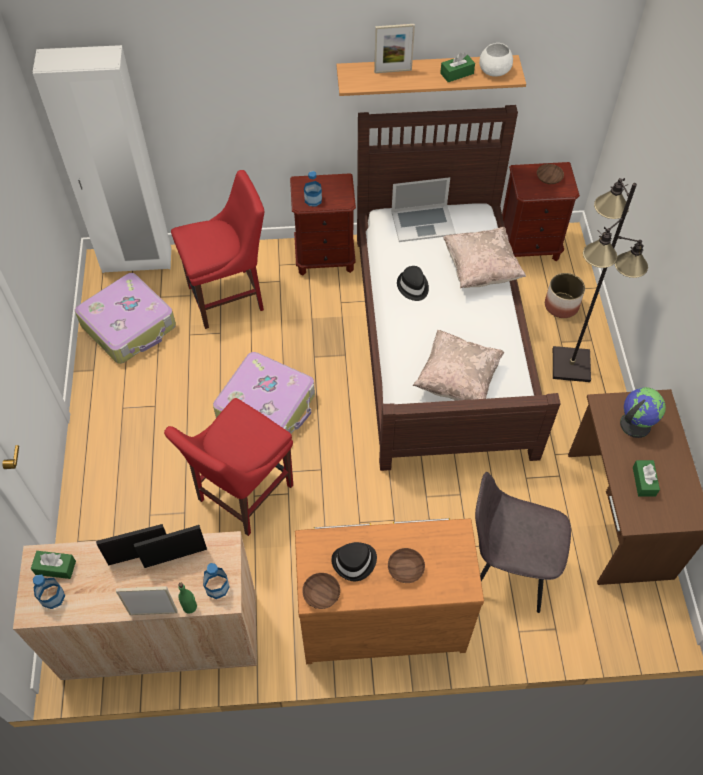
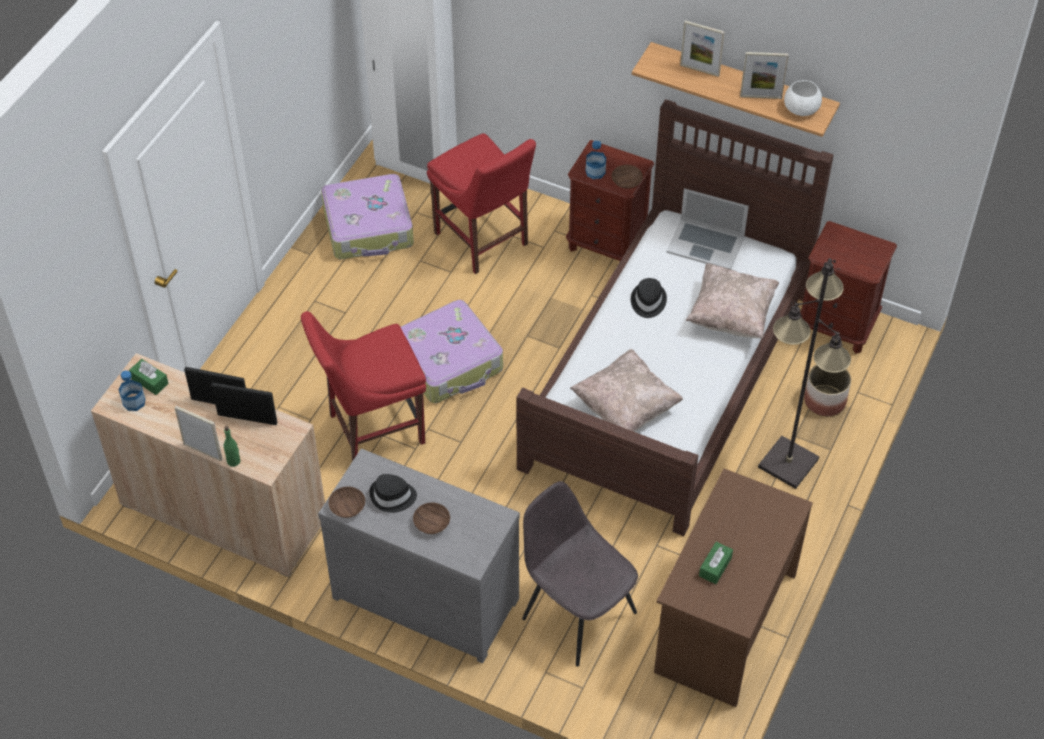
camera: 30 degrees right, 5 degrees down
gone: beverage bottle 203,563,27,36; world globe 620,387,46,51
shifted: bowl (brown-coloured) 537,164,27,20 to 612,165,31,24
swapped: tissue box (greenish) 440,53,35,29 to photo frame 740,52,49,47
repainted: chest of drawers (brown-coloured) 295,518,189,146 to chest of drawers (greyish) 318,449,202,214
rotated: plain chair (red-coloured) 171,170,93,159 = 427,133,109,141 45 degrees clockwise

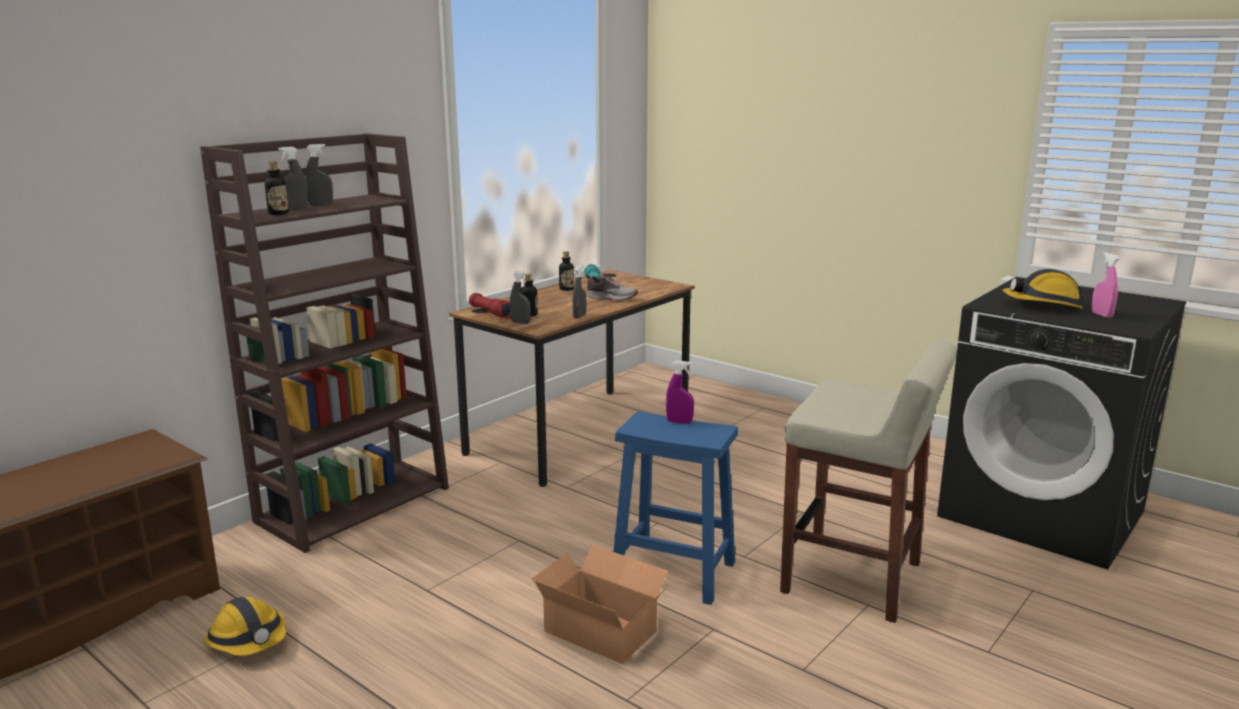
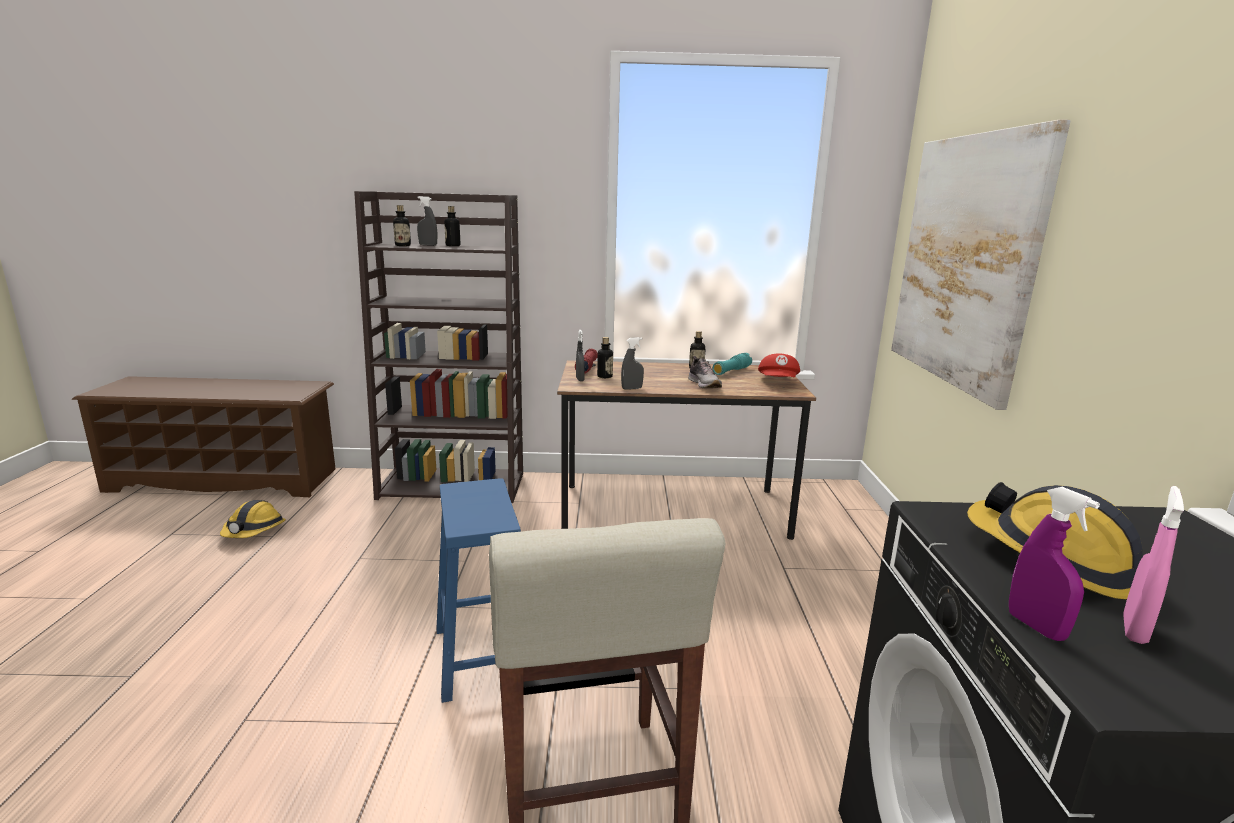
camera: 50 degrees right, 0 degrees up
gone: carton 532,545,136,119
new: peaked cap (red-coloured) 758,354,42,23; wall picture 891,119,180,291
shifted: hand sprayer (purplish) 666,361,28,63 to 1009,487,91,154
swapped: hand sprayer (greyish) 305,144,28,61 to beverage bottle 444,206,17,40

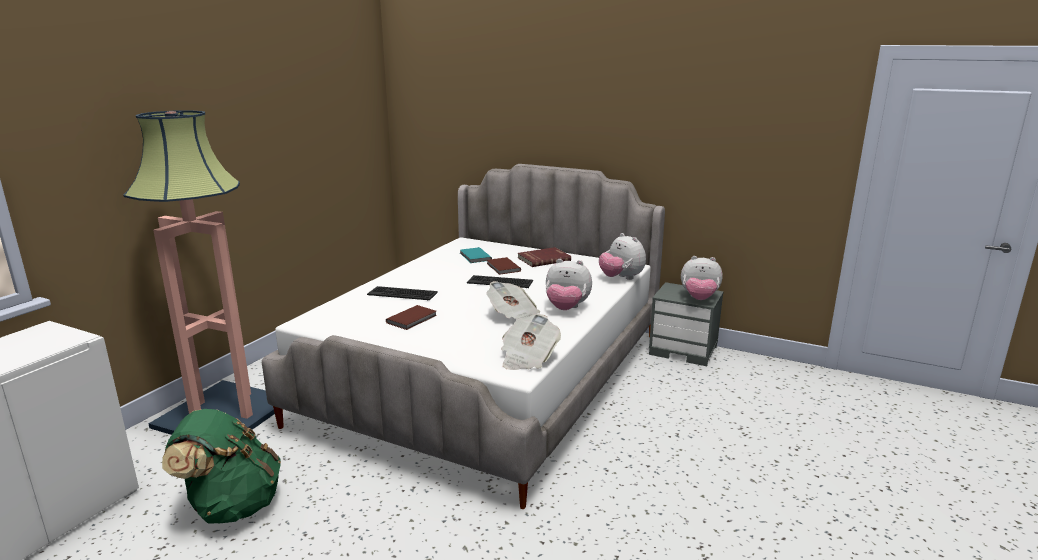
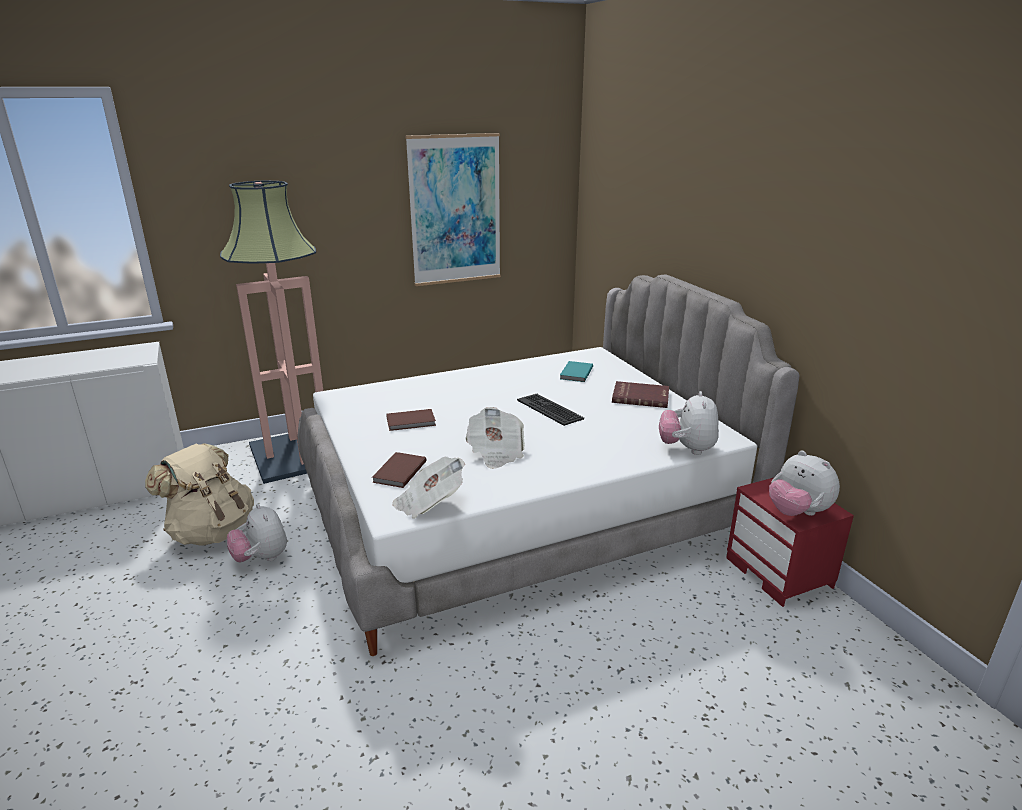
camera: 40 degrees right, 5 degrees up
gone: PC keyboard 367,286,71,14
new: wall picture 406,133,95,153
shifted: volume (brown-coloured) 487,257,34,18 to 372,452,54,36; plush toy 546,259,46,51 to 227,504,60,59
repainted: backpack (greenish) 162,409,119,115 to backpack (sand-coloured) 145,443,109,103; night table (greyish) 649,282,75,84 to night table (red-coloured) 726,478,128,129

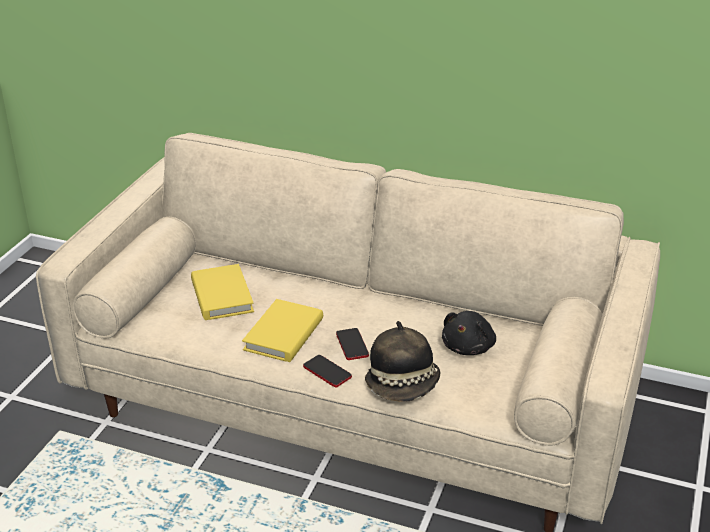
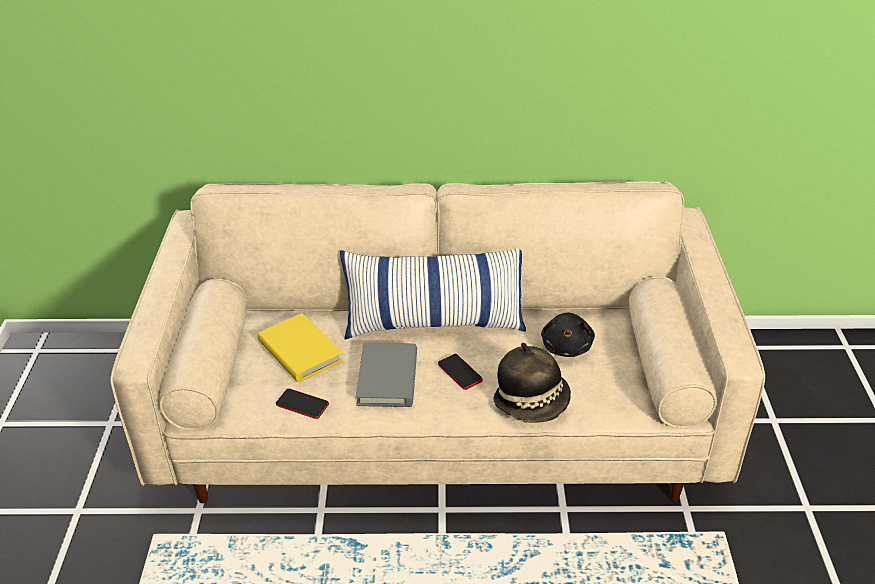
camera: 20 degrees left, 5 degrees up
new: cushion 340,249,186,90
shifted: phone 303,355,49,32 to 276,389,53,30
repainted: volume (yellow) 242,299,81,63 to volume (greyish) 356,342,61,65

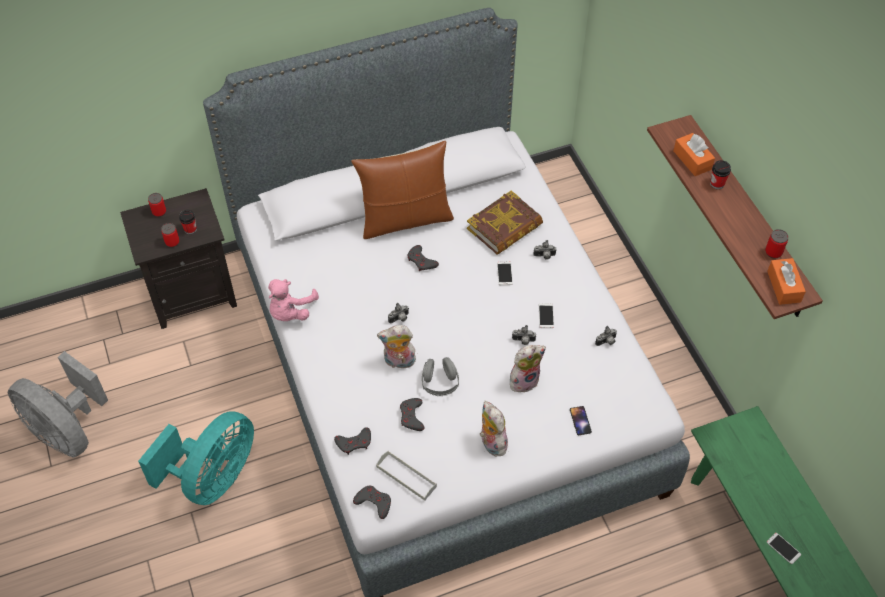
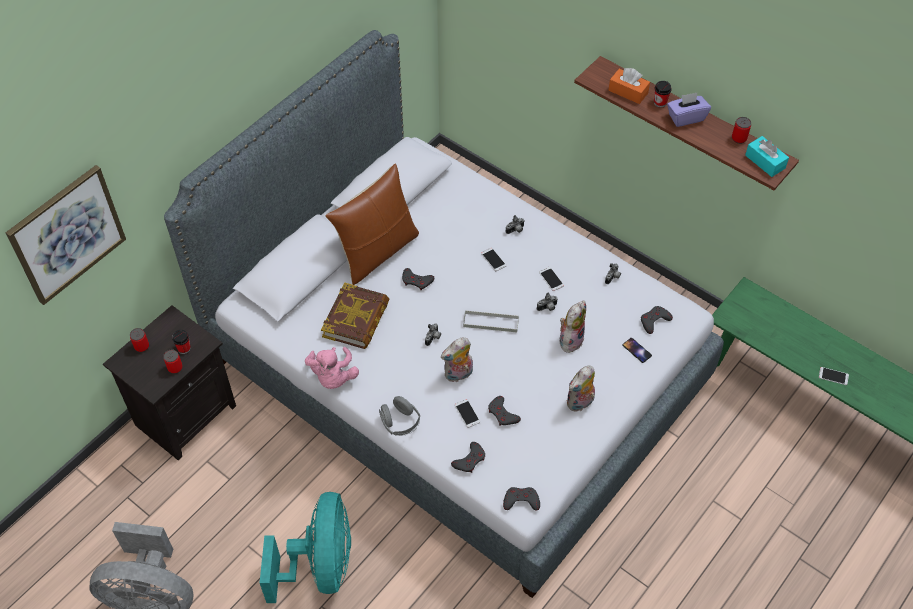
camera: 30 degrees left, 0 degrees up
new: wall picture 6,165,120,140; phone 455,399,25,29; joypad (greyish) 641,306,32,28; tissue box (purplish) 667,93,44,34
shifted: tray (greyish) 376,451,61,50 to 463,310,56,22; headphones (greyish) 422,357,37,39 to 379,396,41,40; volume 467,190,76,65 to 321,283,68,66
repainted: tissue box (orange-coloured) 767,258,39,47 to tissue box (turquoise-coloured) 745,136,44,41
rotated: plush toy 480,401,28,55 = 567,366,28,46 75 degrees counterclockwise

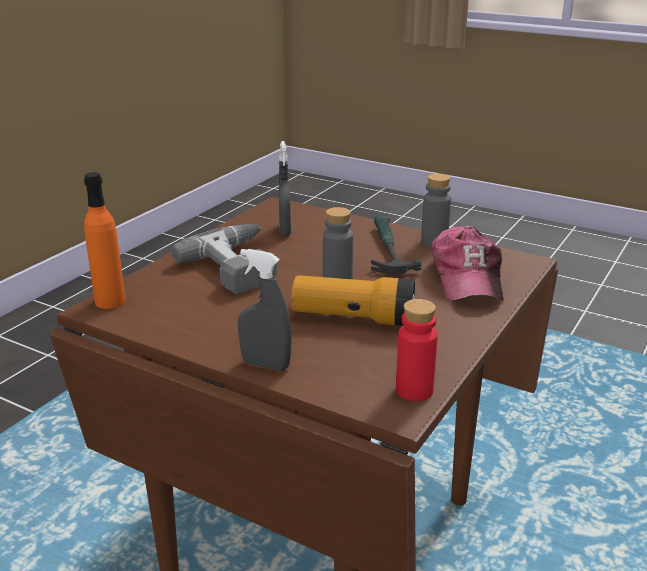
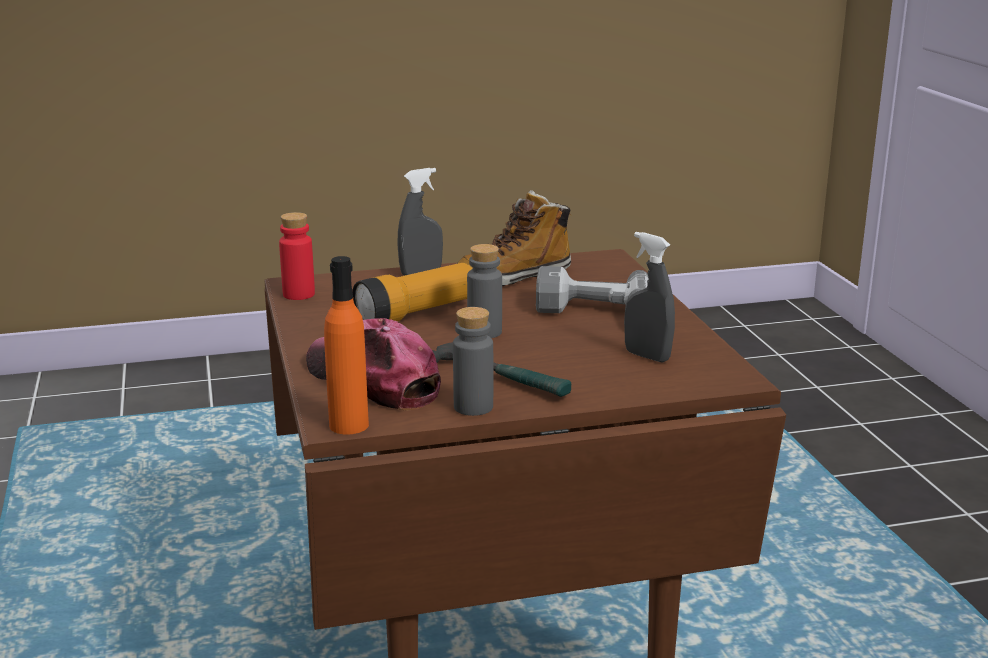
camera: 135 degrees right, 5 degrees down
new: high-top boot 456,190,115,96
shifted: beverage bottle (orange-coloured) 84,172,41,137 to 324,256,45,179

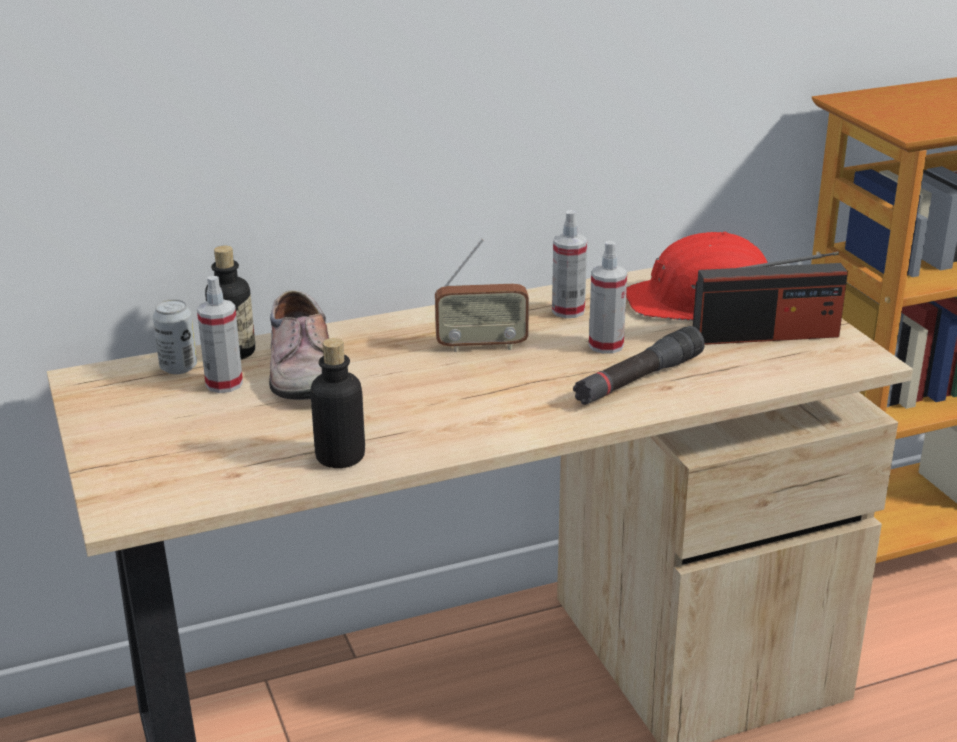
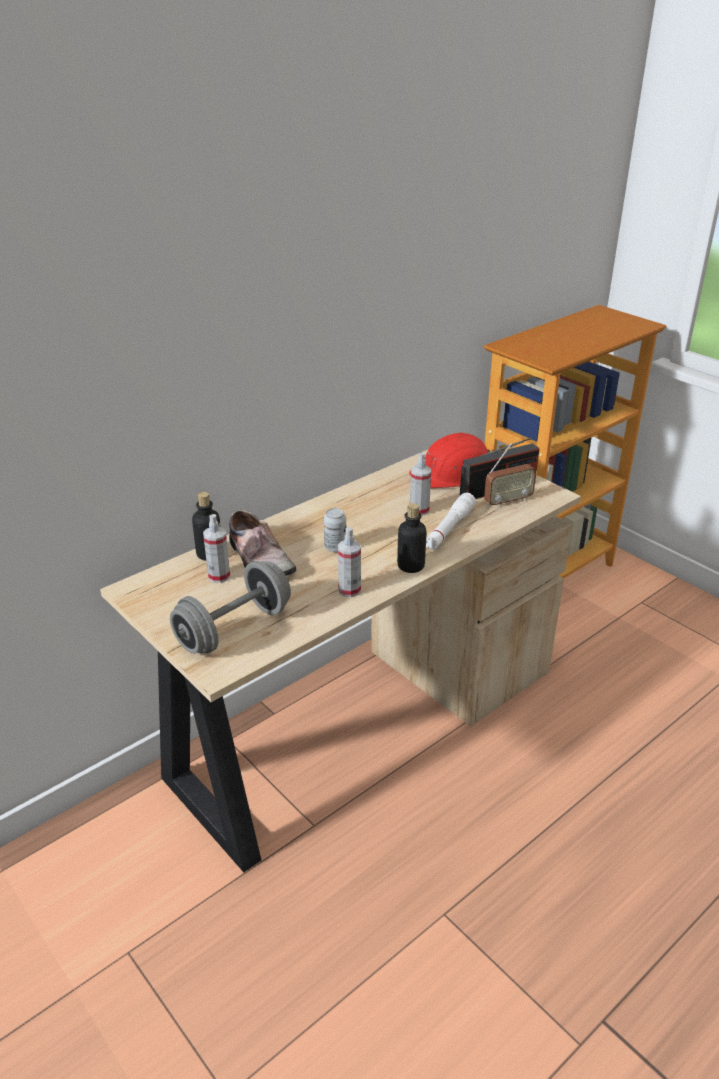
camera: 20 degrees left, 5 degrees up
new: dumbbell (greyish) 170,561,121,93
shifted: can 153,299,44,75 to 324,508,22,44; beverage bottle 310,338,55,130 to 397,503,30,70; radio receiver 435,239,94,113 to 484,442,52,66; hand sprayer 552,210,35,108 to 338,527,23,70
repainted: torch (blackish) 573,326,132,79 to torch (whitish) 426,493,50,57

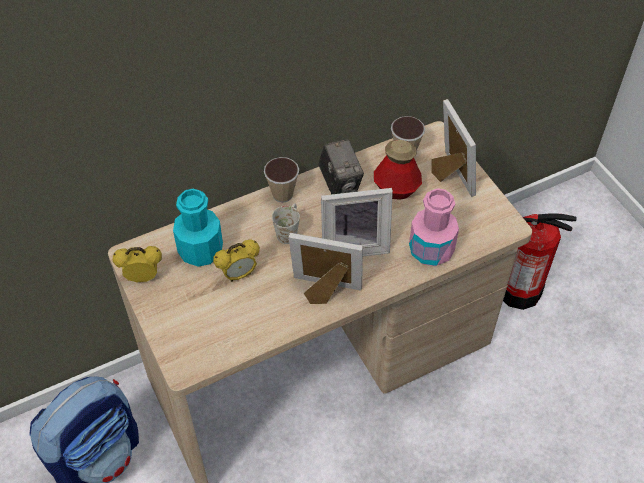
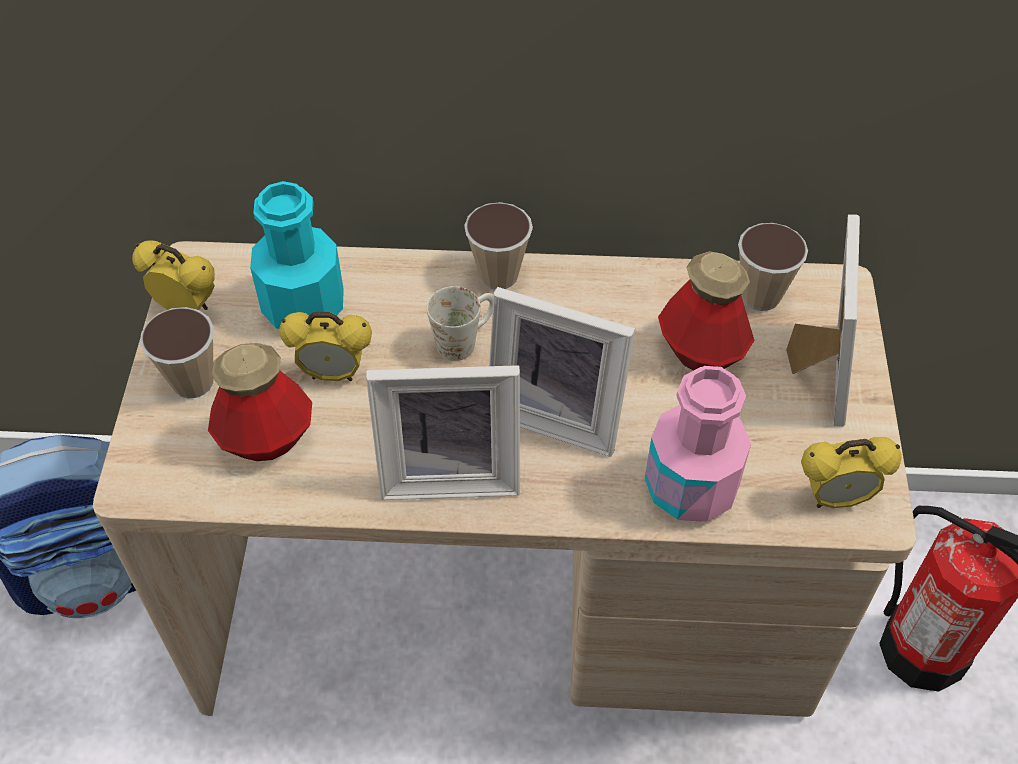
camera: 30 degrees right, 0 degrees up
gone: still camera 318,139,46,56
new: cup 140,307,74,92; beverage bottle 208,343,104,118; bedside clock 801,437,101,71
rotated: photo frame 289,233,74,71 = 366,365,154,135 135 degrees clockwise

